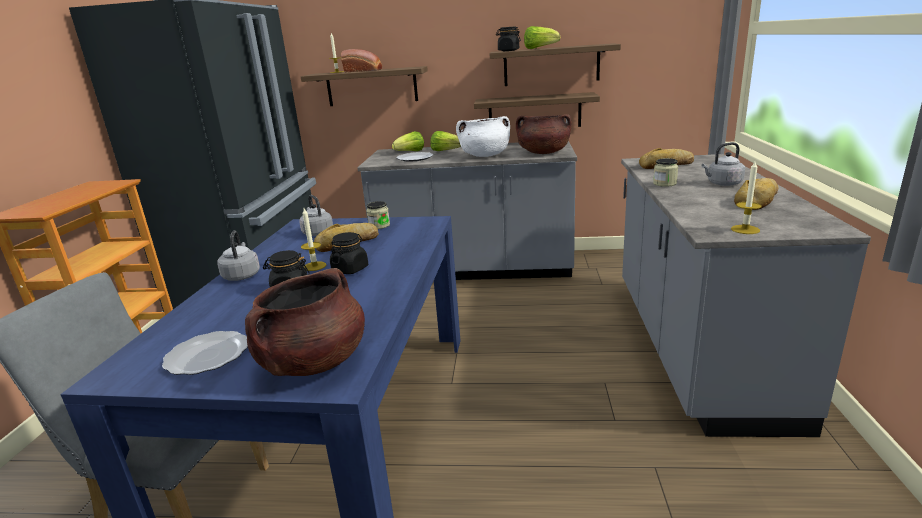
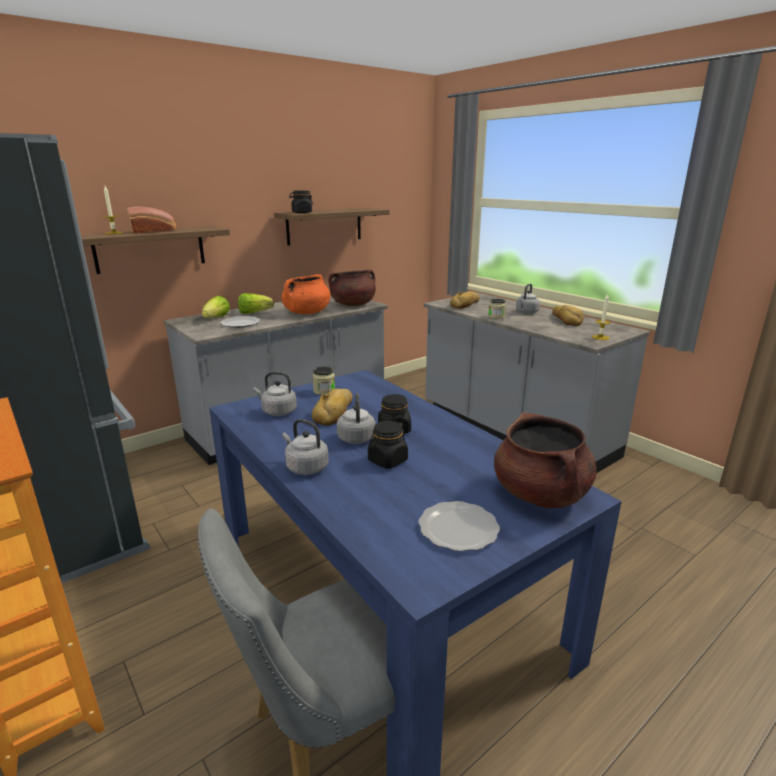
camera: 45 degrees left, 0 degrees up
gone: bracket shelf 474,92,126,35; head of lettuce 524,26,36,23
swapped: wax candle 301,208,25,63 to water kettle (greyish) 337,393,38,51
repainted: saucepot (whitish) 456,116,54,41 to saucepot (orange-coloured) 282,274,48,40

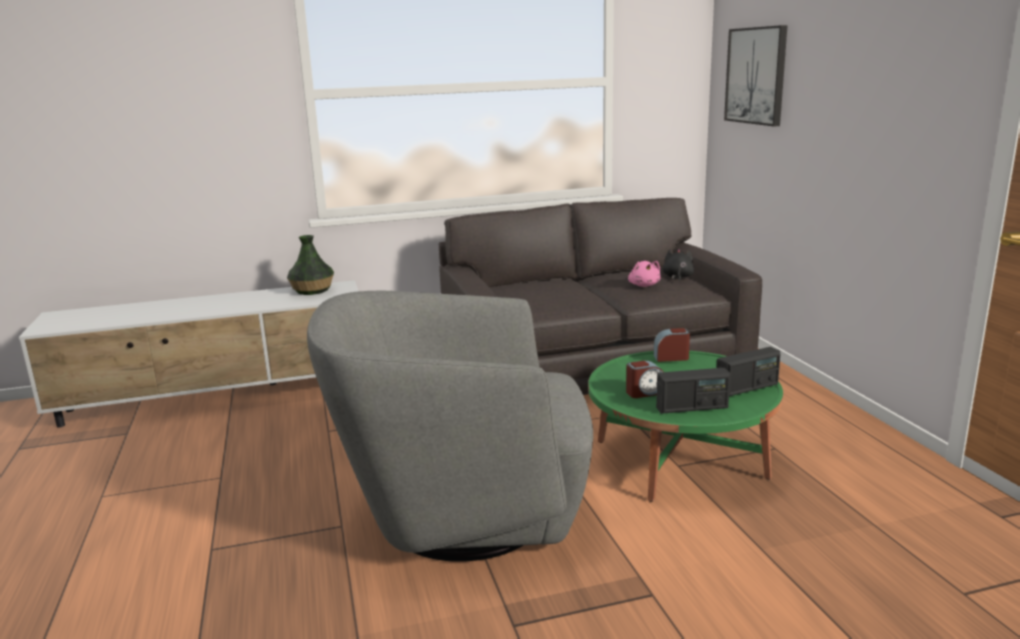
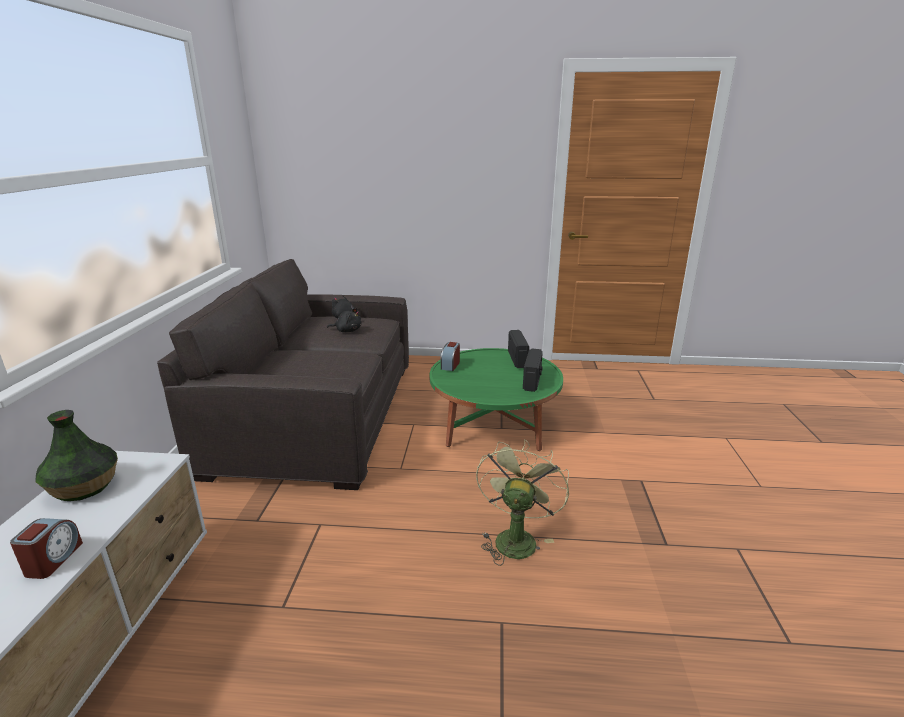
camera: 70 degrees left, 5 degrees up
gone: wall picture 724,25,64,102
shifted: bedside clock 626,360,38,38 to 10,518,73,61
swapped: lounge chair (greyish) 307,291,286,271 to cooling fan (greenish) 476,439,93,127
repainted: plush toy (pink-coloured) 628,261,33,26 to plush toy (blackish) 327,308,34,24

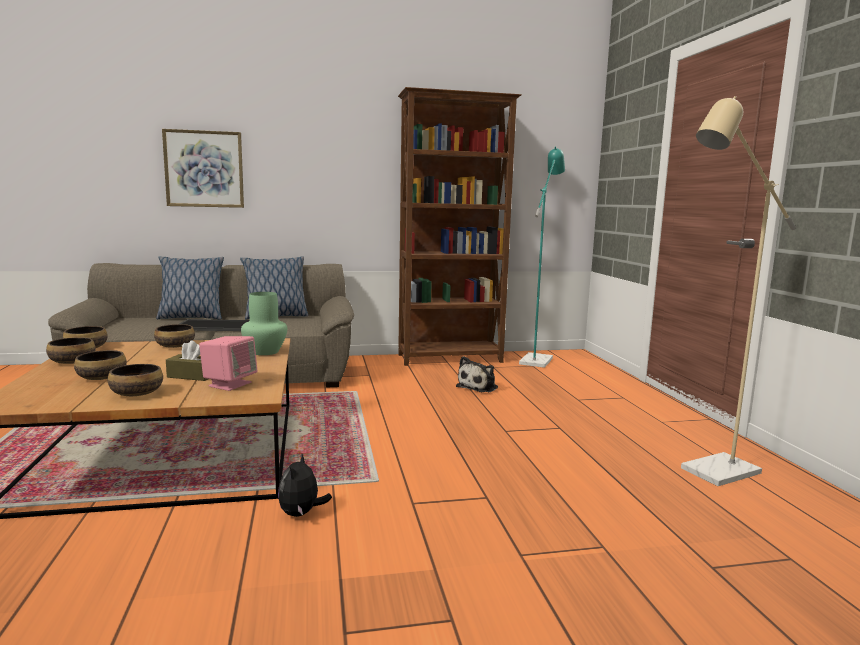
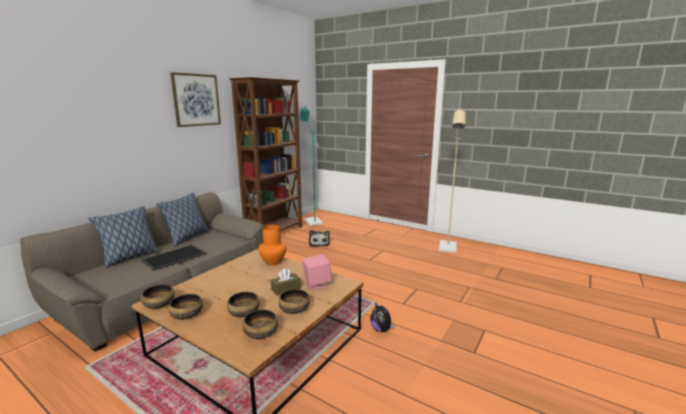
camera: 45 degrees left, 5 degrees up
shifted: bowl 154,324,41,24 to 242,310,36,29; wall picture 162,129,82,79 to 170,72,51,55
repainted: decorative vase (greenish) 241,292,46,63 to decorative vase (orange-coloured) 258,225,29,40

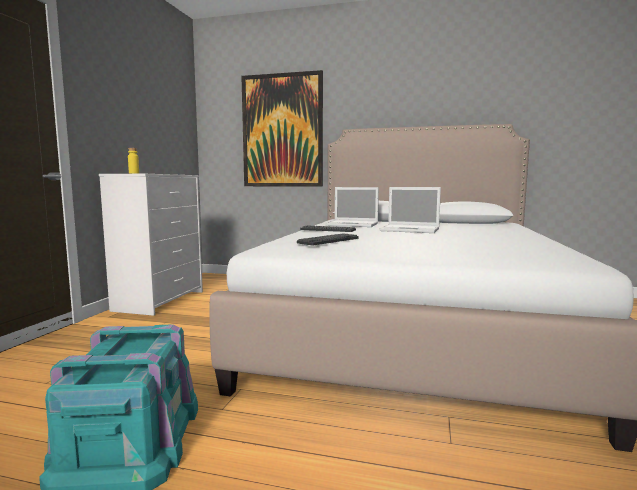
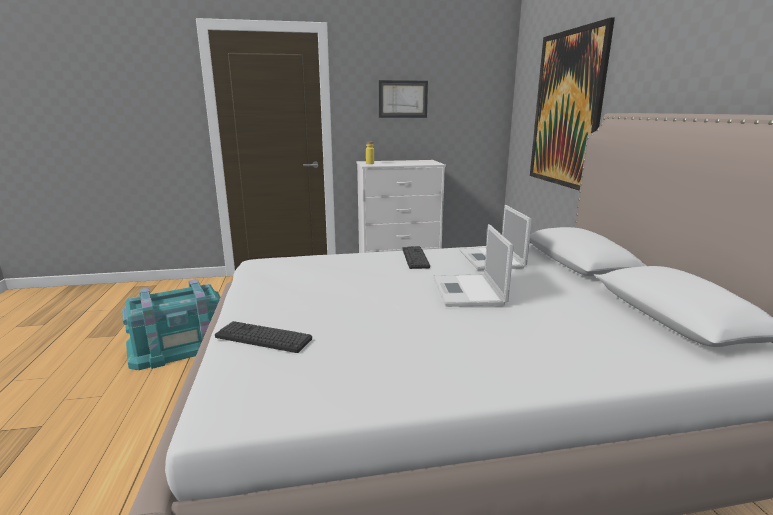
camera: 65 degrees right, 10 degrees up
new: wall picture 379,80,49,38
shifted: PC keyboard 297,233,62,12 to 215,321,97,32

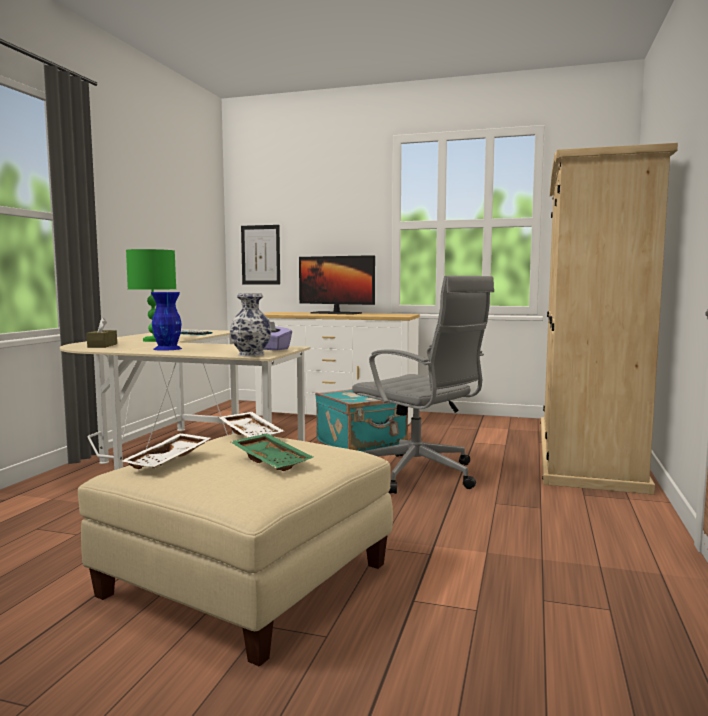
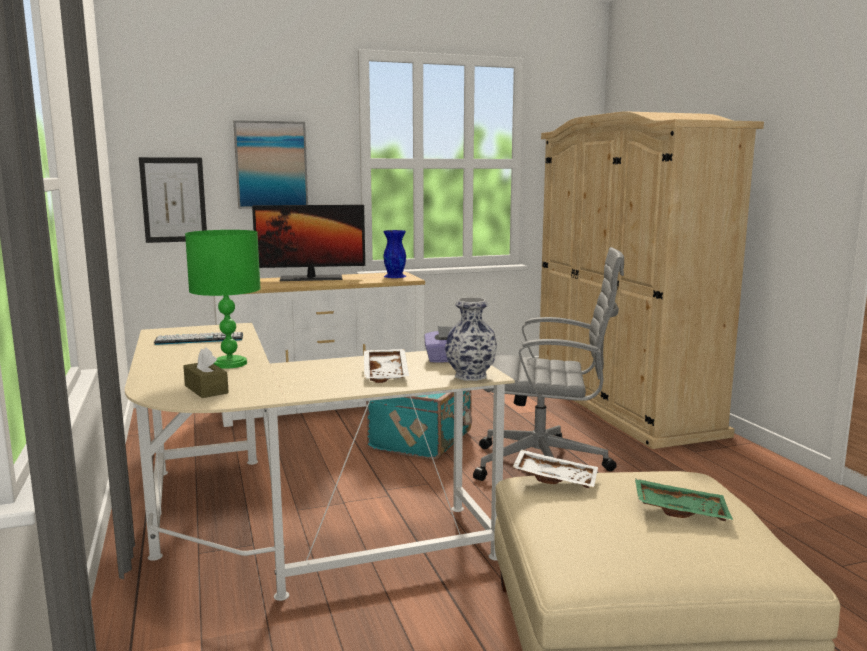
camera: 35 degrees left, 5 degrees up
new: wall picture 233,120,75,89
shifted: tray (whitish) 122,433,89,36 to 364,349,45,34; decorative vase (blue-coloured) 151,292,31,59 to 383,230,23,48

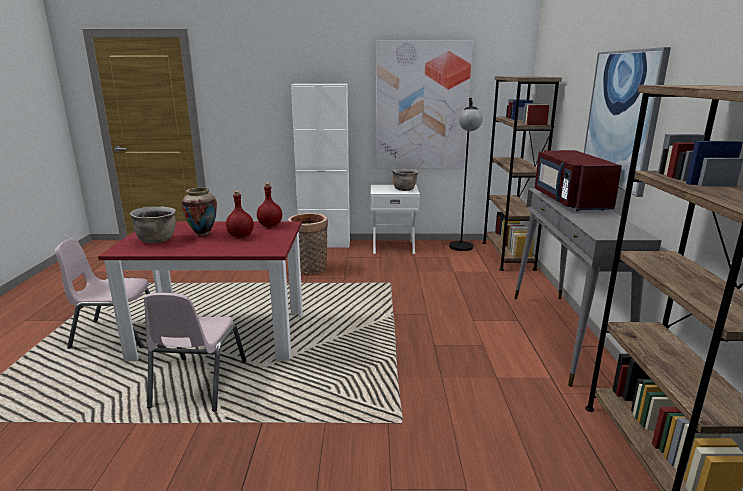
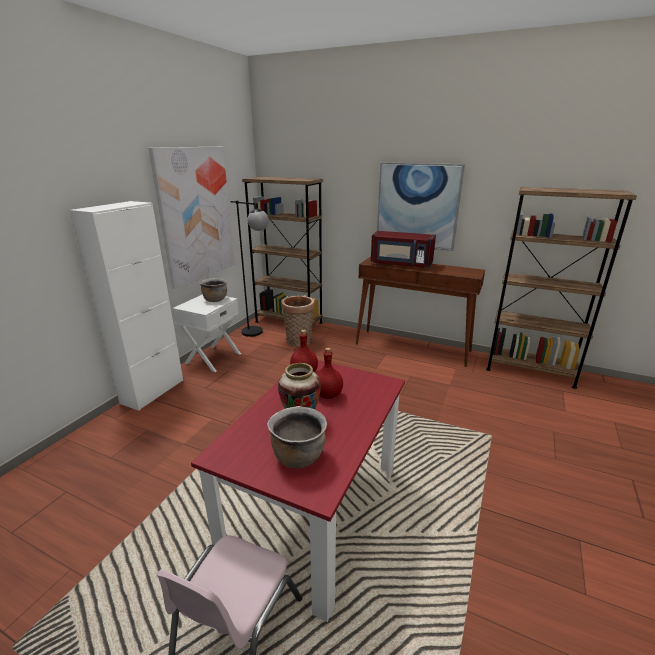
camera: 65 degrees left, 5 degrees up
gone: plain chair (pink-coloured) 144,293,103,118
shifted: basket 288,213,40,61 to 282,296,32,51
repainted: narrow table (greyish) 514,188,148,199 to narrow table (brown-coloured) 356,257,129,110

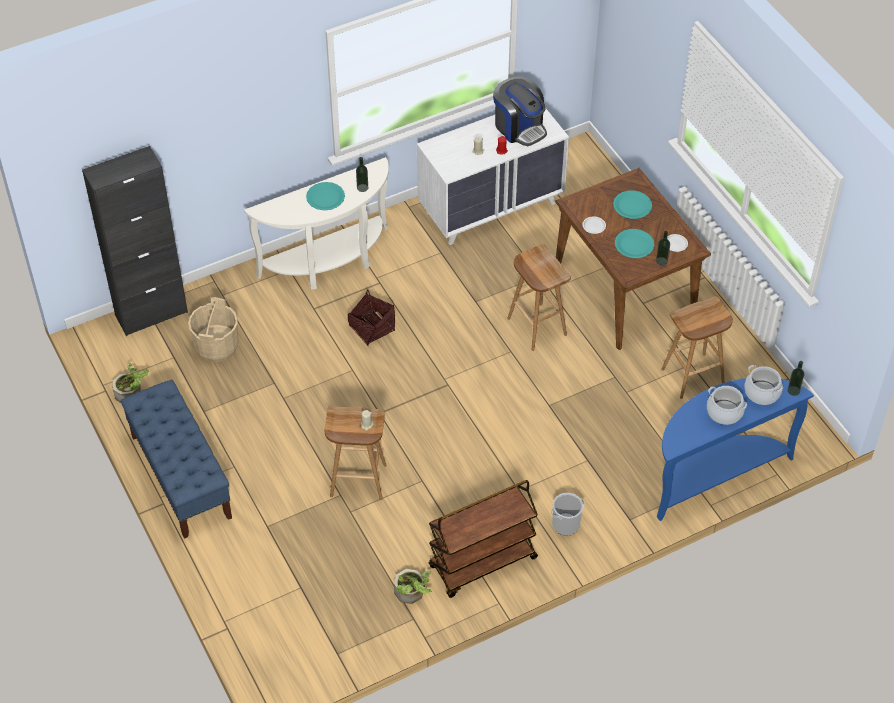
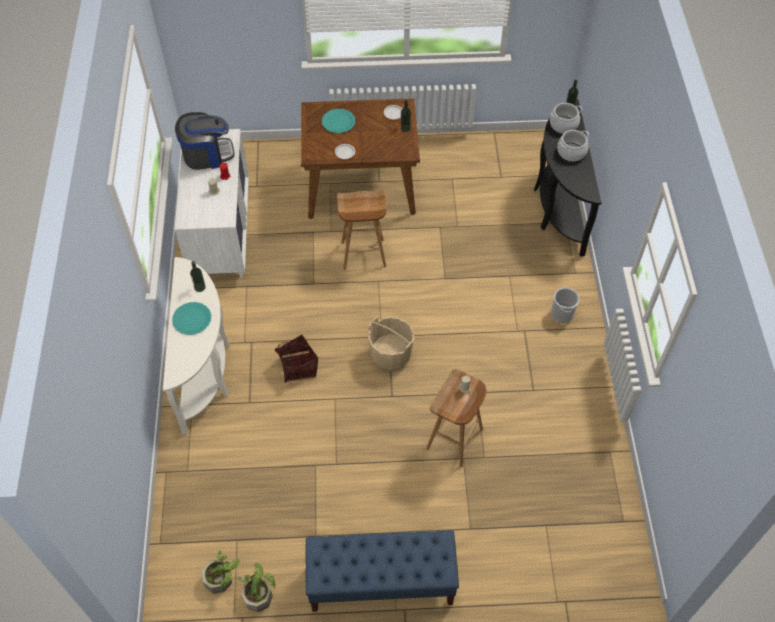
camera: 65 degrees left, 5 degrees up
gone: storage cabinet (blackish) 82,146,106,190; cart (brown-coloured) 429,480,109,118; dinner plate (turquoise-coloured) 615,229,39,29; sitting stool (brown-coloured) 661,296,72,103
shifted: water bucket (sand-coloured) 188,297,51,65 to 368,316,47,55; plant in a pot 394,569,37,35 to 202,550,38,44
repainted: narrow table (blue-coloured) 657,378,157,143 to narrow table (blackish) 534,99,68,157

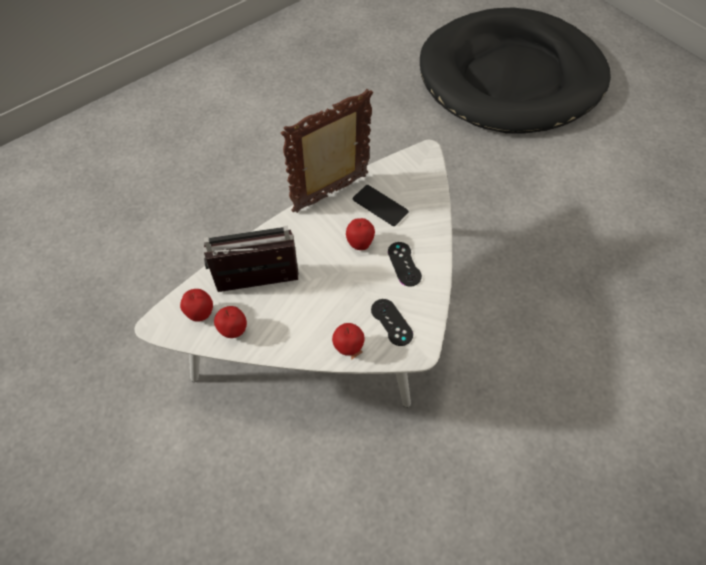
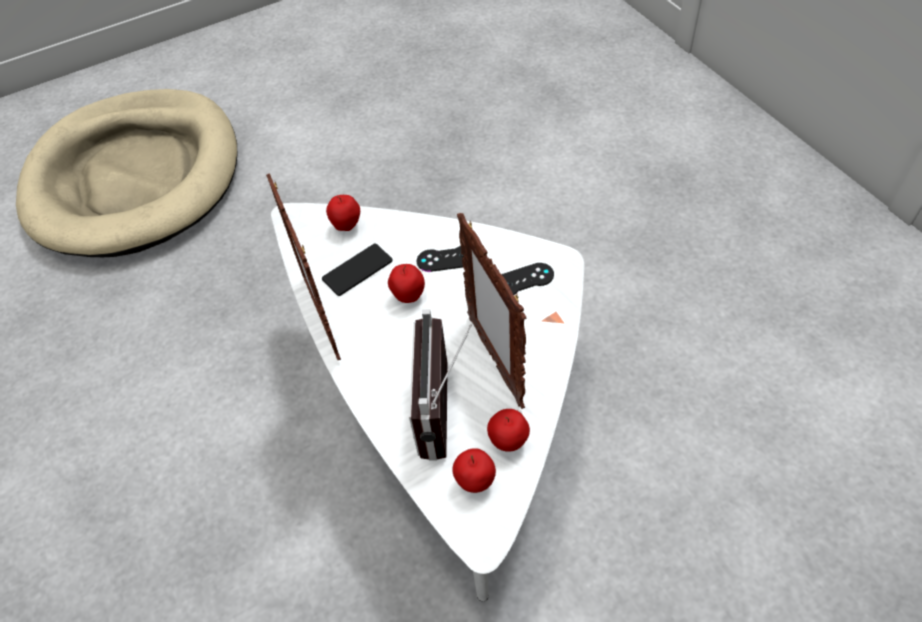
camera: 75 degrees left, 5 degrees down
new: photo frame 457,213,69,196
shifted: whole apple 332,323,33,33 to 326,195,34,36
repainted: pet bed (blackish) 420,7,191,126 to pet bed (sand-coloured) 16,89,221,168

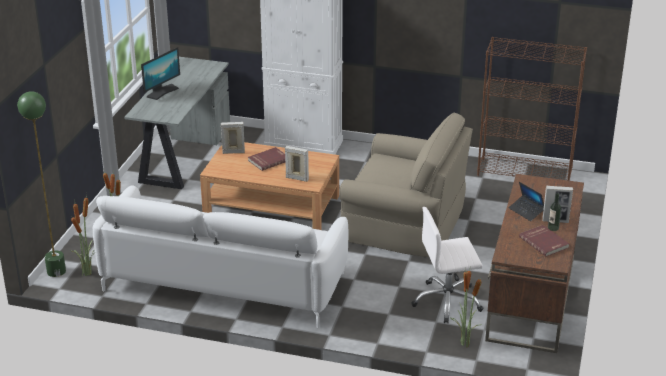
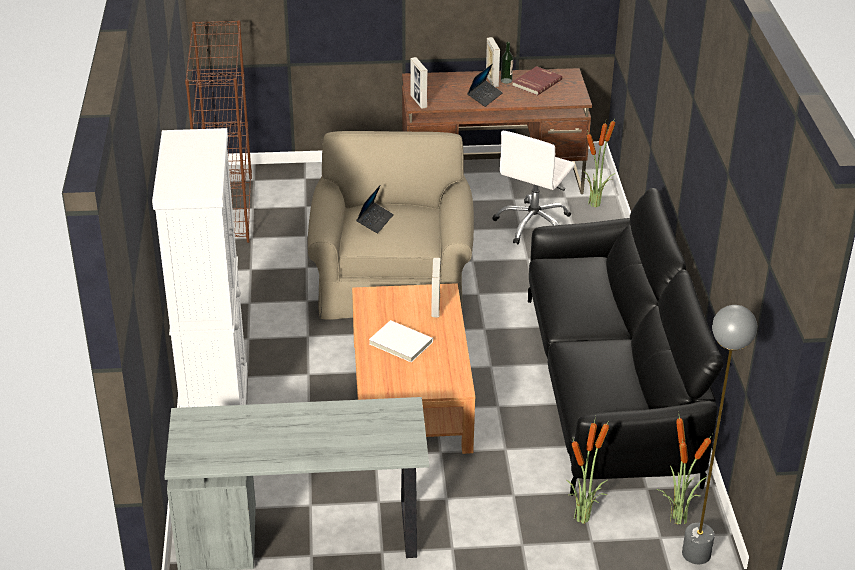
camera: 110 degrees left, 5 degrees up
gone: computer screen 141,47,39,53
new: laptop 356,185,38,49
shifted: photo frame 221,122,24,32 to 411,57,17,52
repainted: standard lamp (greenish) 17,91,49,186 to standard lamp (greyish) 682,305,76,259; couch (whitish) 93,185,255,143 to couch (blackish) 528,188,196,308; volume (red-coloured) 248,147,37,24 to volume (whitish) 369,320,64,42
rotated: desk chair (whitish) 411,207,72,117 = 492,131,83,113 60 degrees clockwise

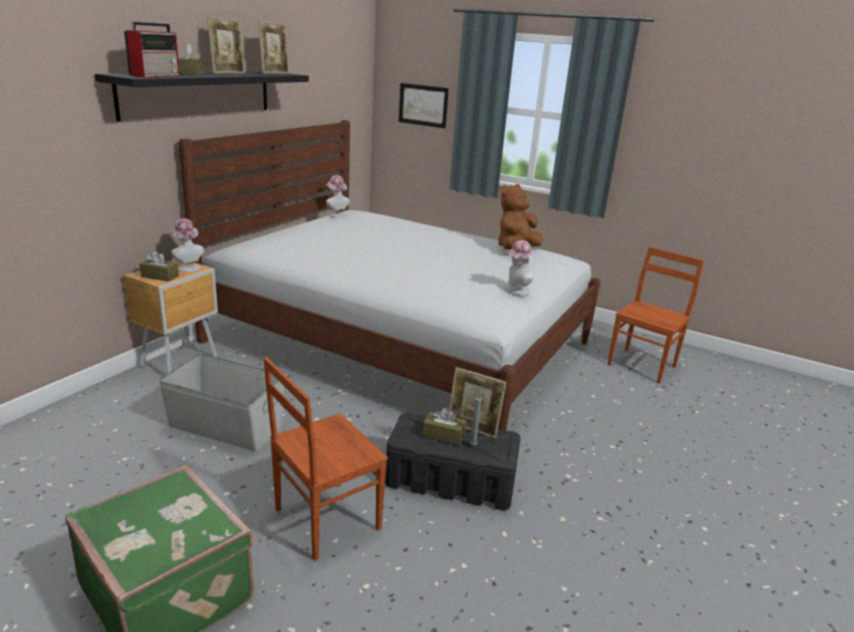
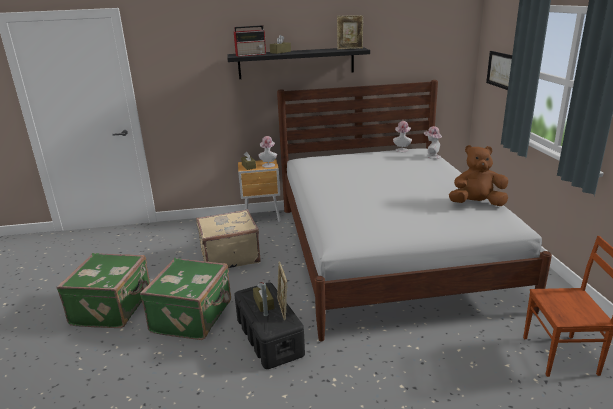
camera: 55 degrees right, 0 degrees up
gone: photo frame 207,17,38,56
shifted: hat 505,240,30,55 to 424,126,18,33
swapped: storage container (greyish) 159,354,125,97 to suitcase (sand-coloured) 196,209,65,59; plain chair (brown-coloured) 263,357,125,204 to suitcase (greenish) 140,258,91,82

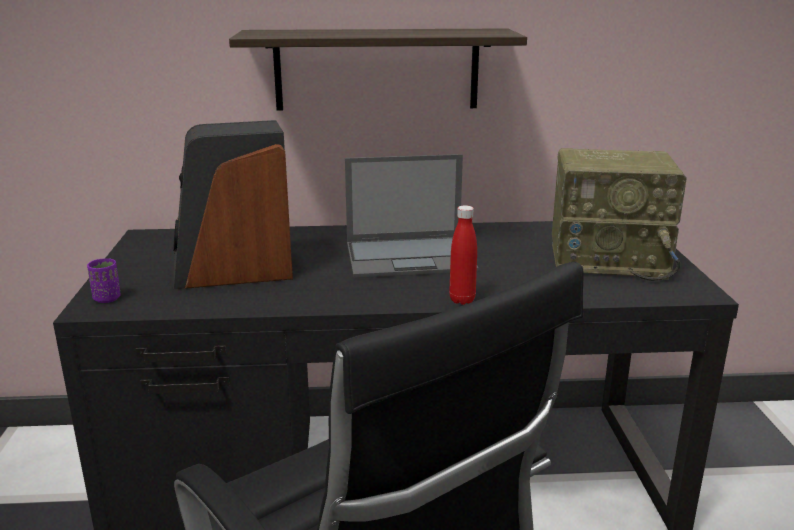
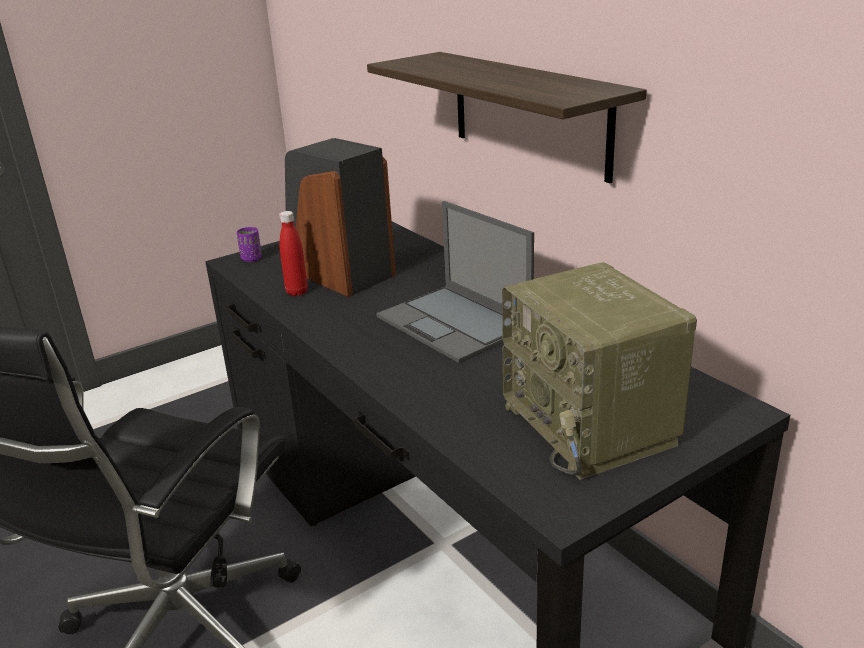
camera: 60 degrees right, 5 degrees up
shifted: beverage bottle (red-coloured) 449,205,28,100 to 279,211,29,85

